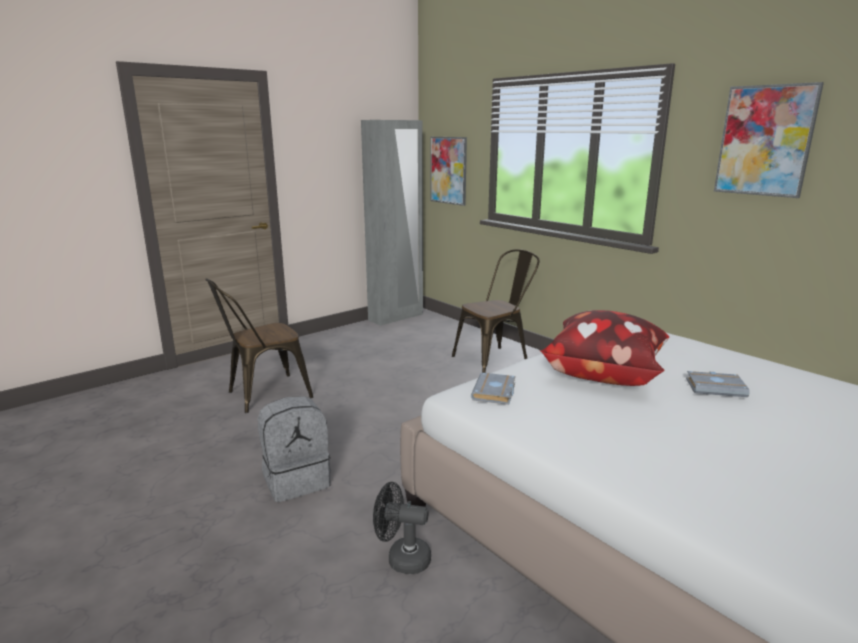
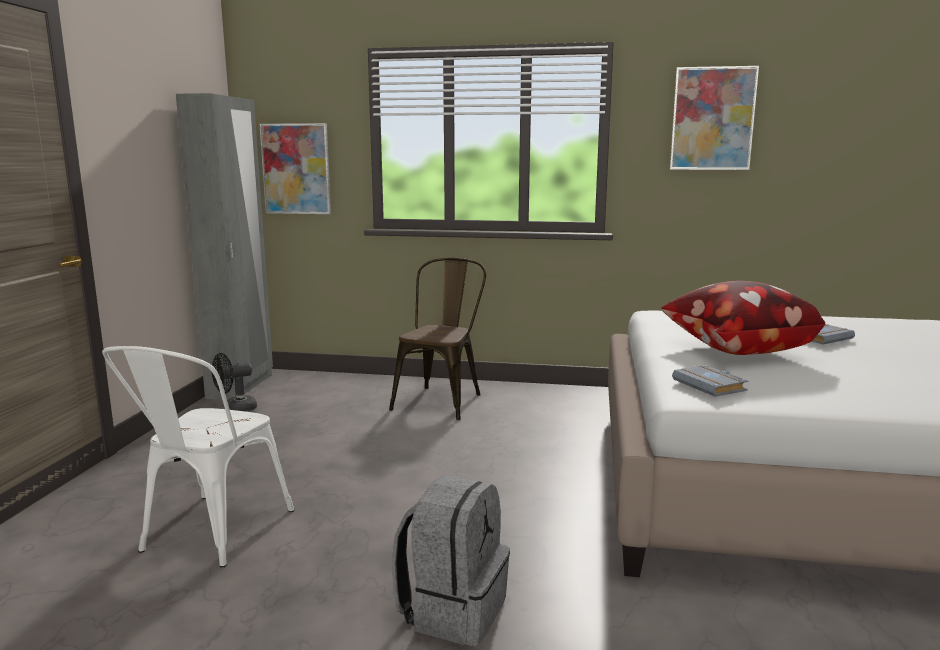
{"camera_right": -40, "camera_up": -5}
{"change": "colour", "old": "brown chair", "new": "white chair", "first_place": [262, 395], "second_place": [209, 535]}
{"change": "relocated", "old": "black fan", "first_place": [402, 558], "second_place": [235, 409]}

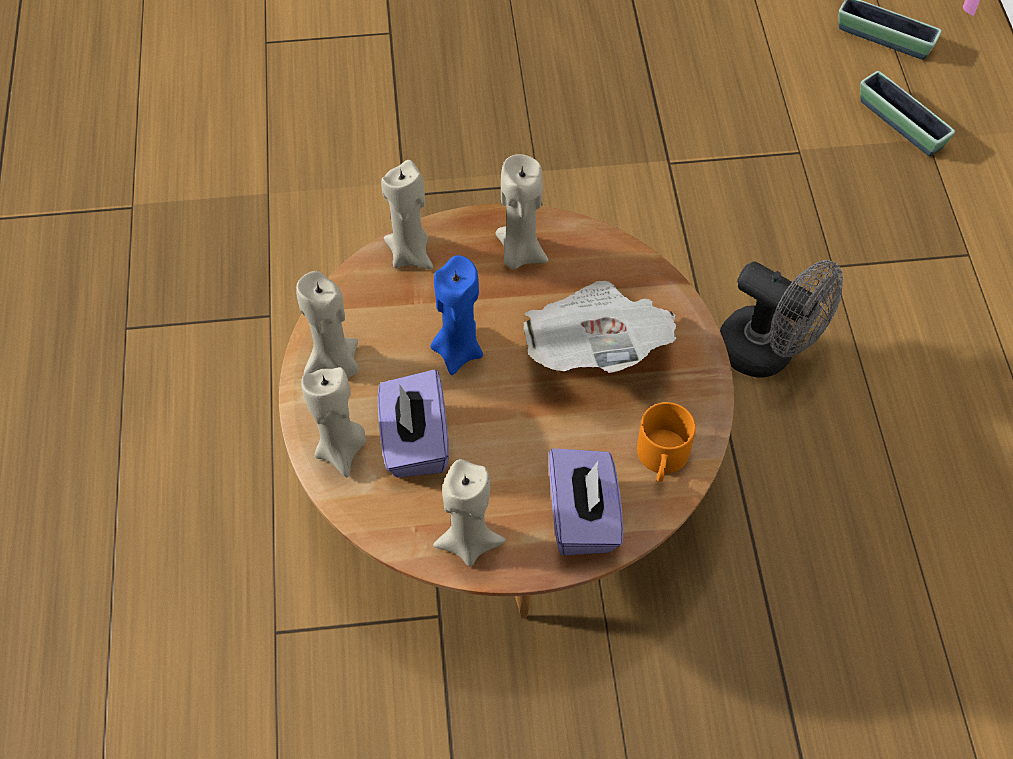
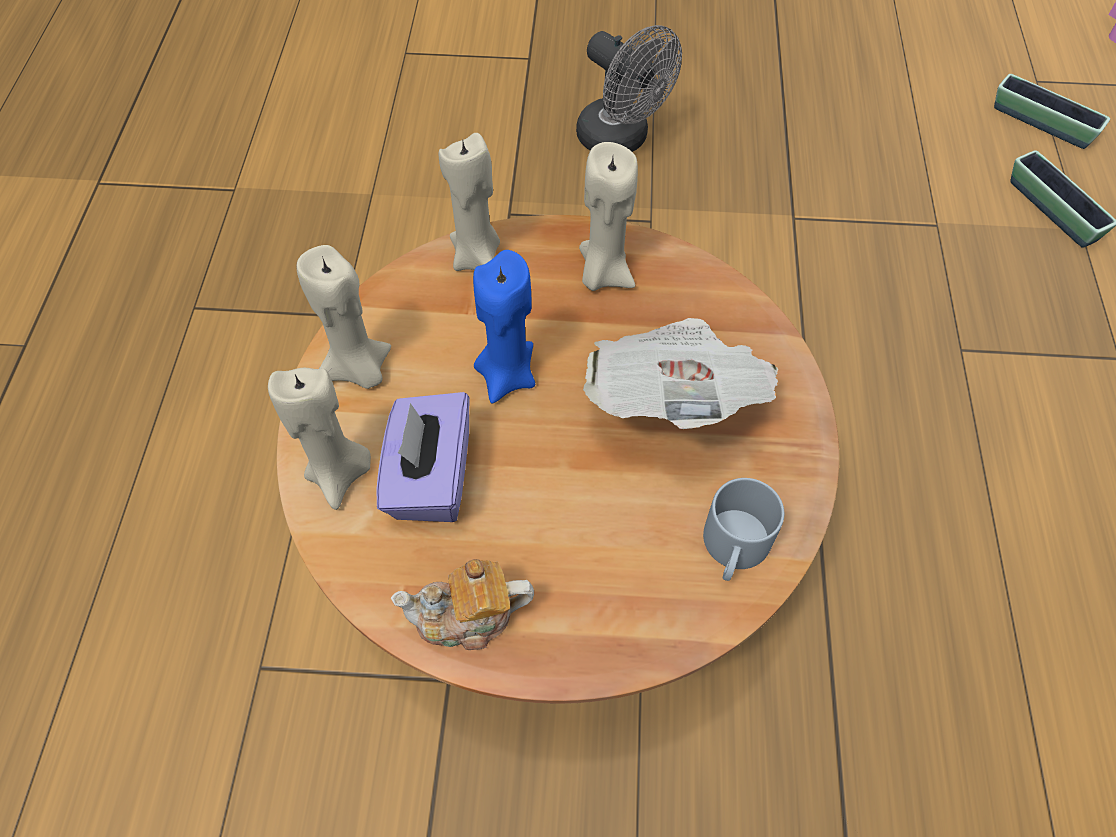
{"camera_right": 10, "camera_up": 0}
{"change": "exchanged", "old": "beige candle", "new": "teapot", "first_place": [469, 541], "second_place": [467, 617]}
{"change": "missing", "old": "purple tissue box", "first_place": [583, 517]}
{"change": "colour", "old": "orange mug", "new": "grey mug", "first_place": [663, 459], "second_place": [735, 549]}
{"change": "relocated", "old": "grey fan", "first_place": [768, 353], "second_place": [621, 140]}

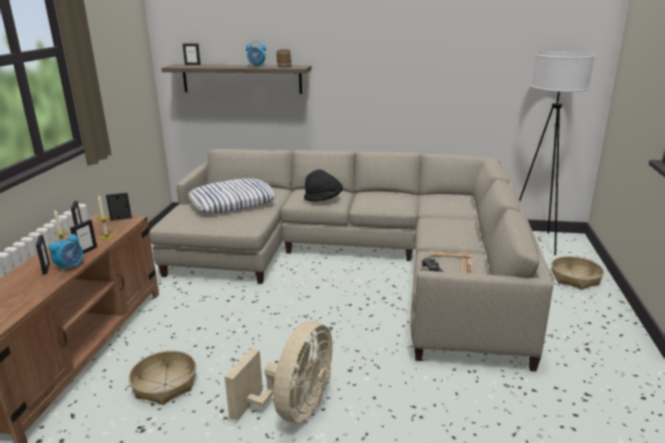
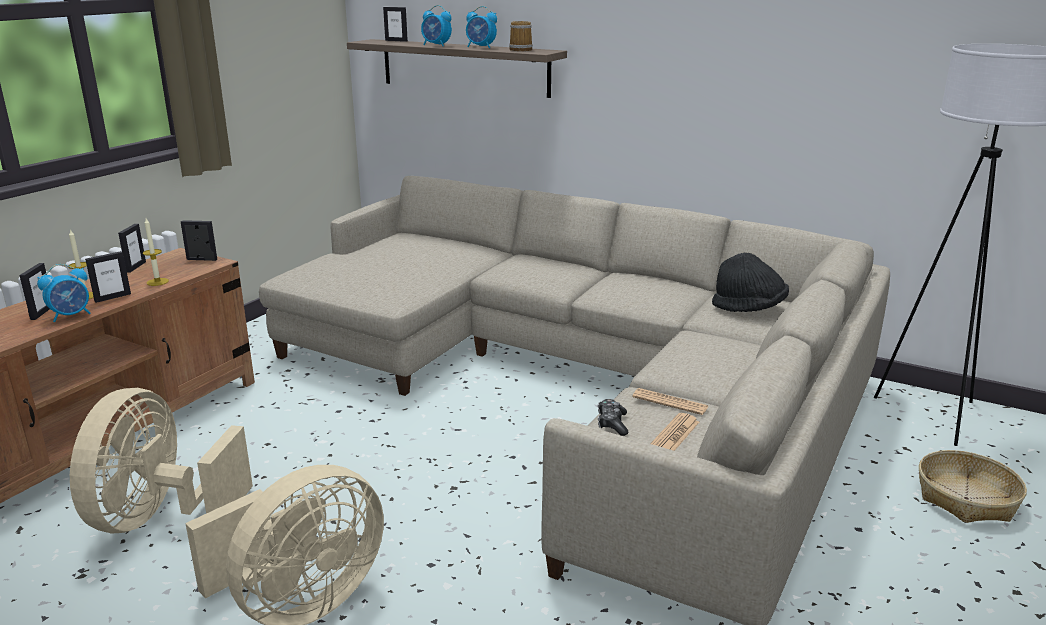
{"camera_right": 20, "camera_up": 0}
{"change": "exchanged", "old": "basket", "new": "beige fan", "first_place": [165, 384], "second_place": [160, 517]}
{"change": "missing", "old": "pillow", "first_place": [232, 202]}
{"change": "relocated", "old": "black hat", "first_place": [323, 199], "second_place": [749, 308]}
{"change": "appeared", "new": "alarm clock", "second_place": [436, 45]}

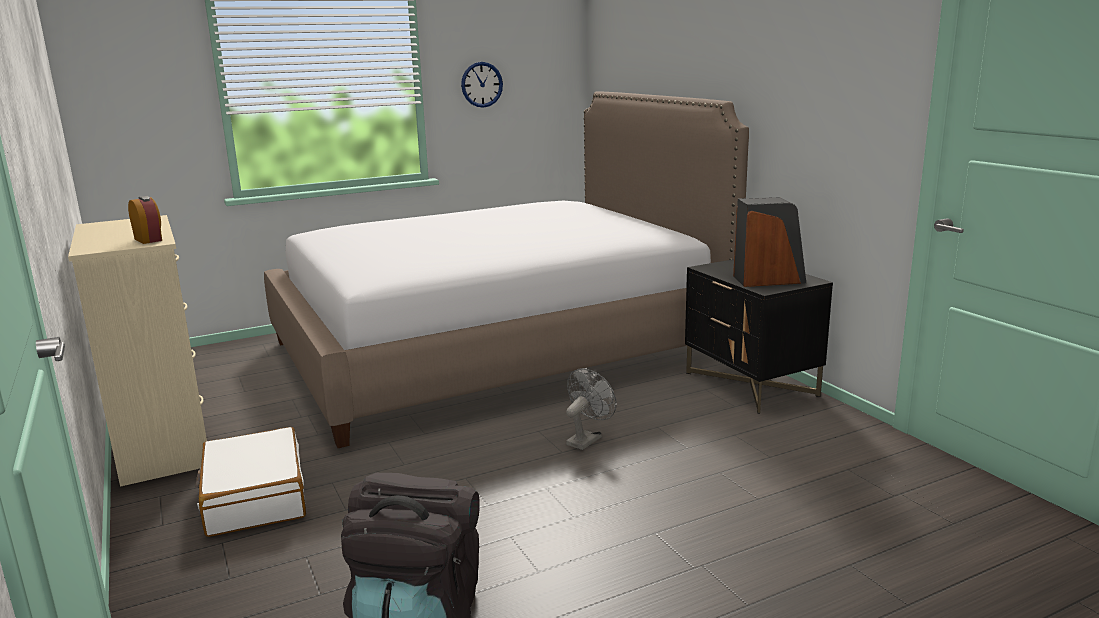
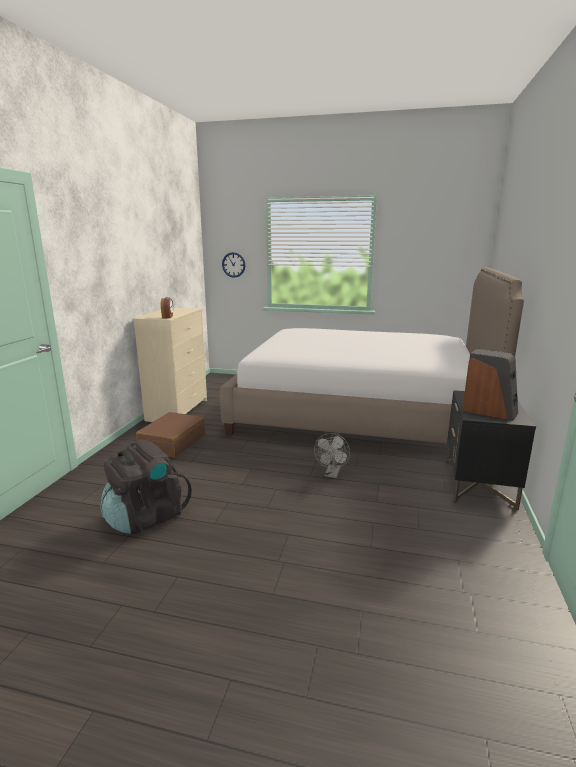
{"camera_right": 40, "camera_up": 0}
{"change": "colour", "old": "white suitcase", "new": "brown suitcase", "first_place": [254, 497], "second_place": [172, 442]}
{"change": "relocated", "old": "wall clock", "first_place": [482, 84], "second_place": [233, 264]}
{"change": "spun", "old": "grey fan", "first_place": [587, 439], "second_place": [332, 474], "degrees": 120}

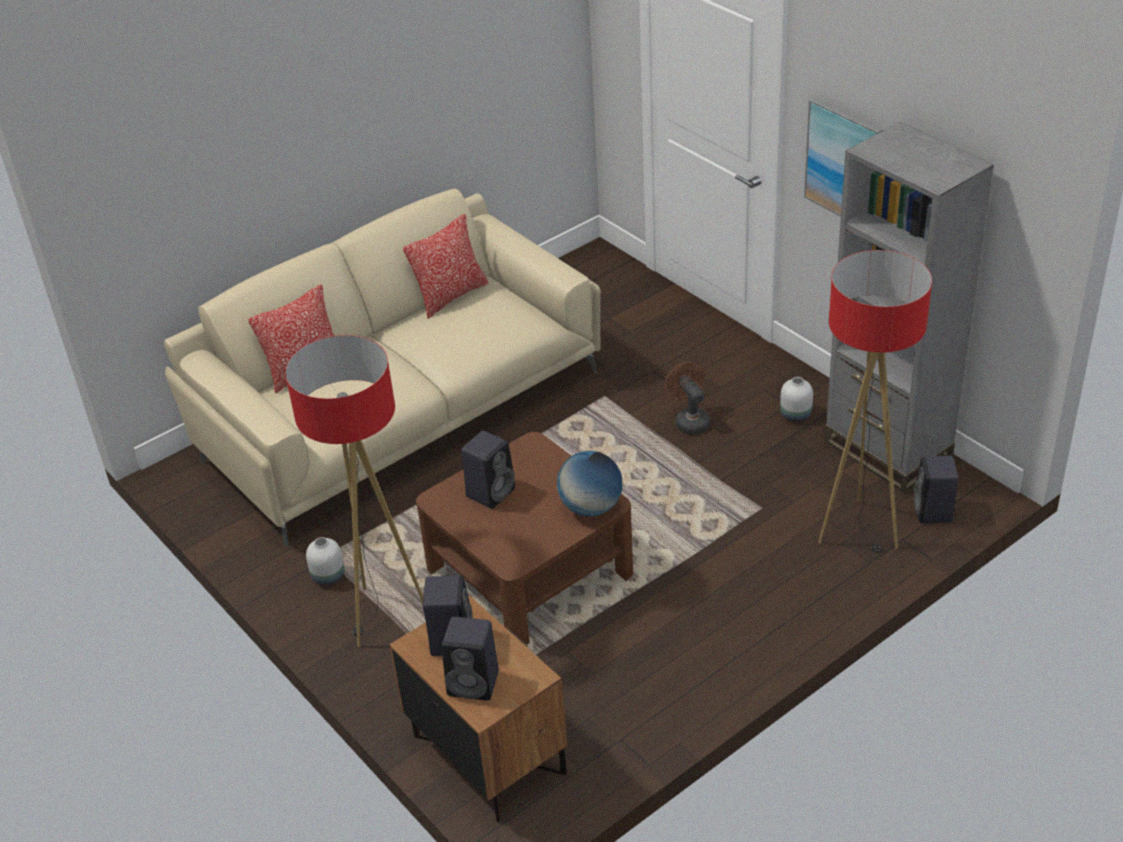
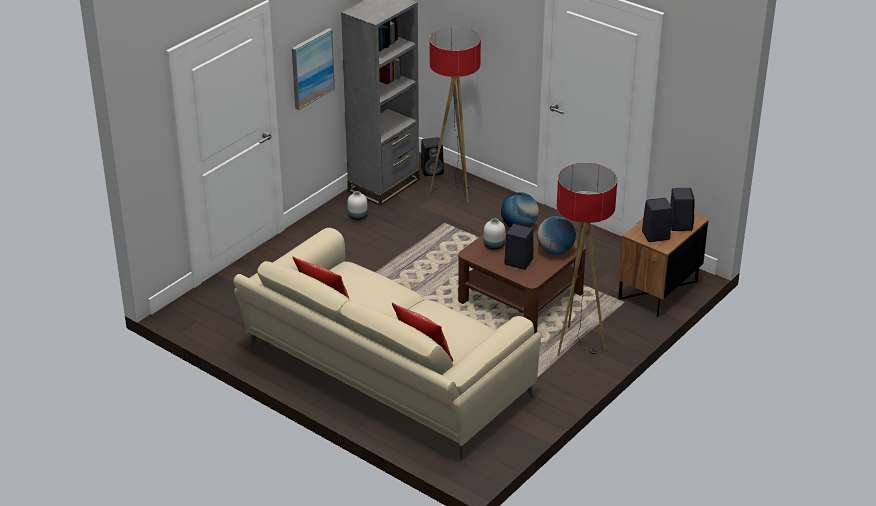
{"camera_right": -105, "camera_up": -5}
{"change": "relocated", "old": "white vase", "first_place": [327, 576], "second_place": [494, 246]}
{"change": "missing", "old": "brown fan", "first_place": [689, 420]}
{"change": "appeared", "new": "globe", "second_place": [555, 251]}

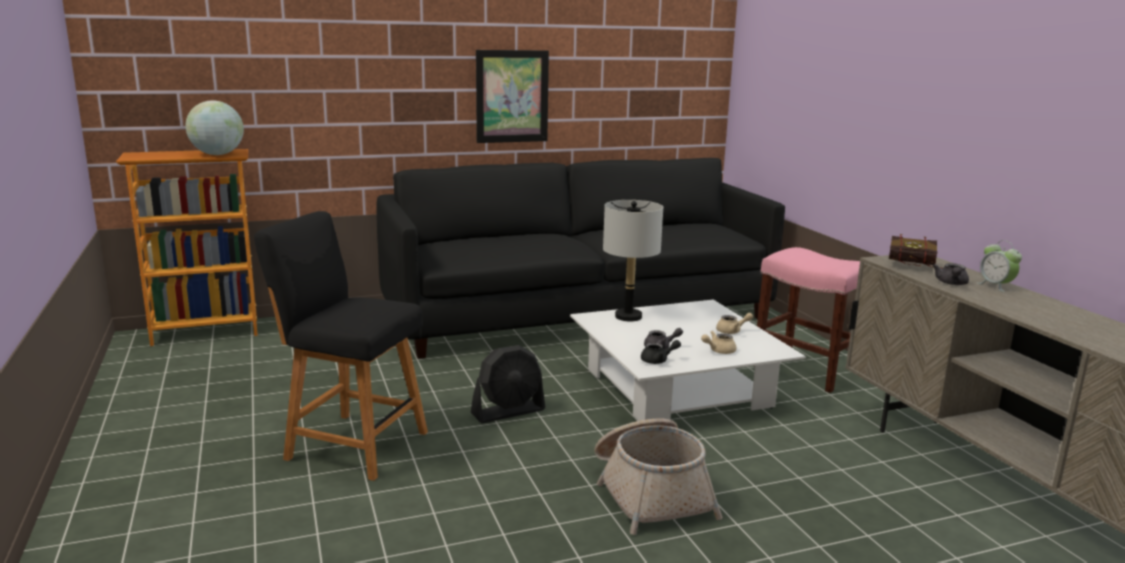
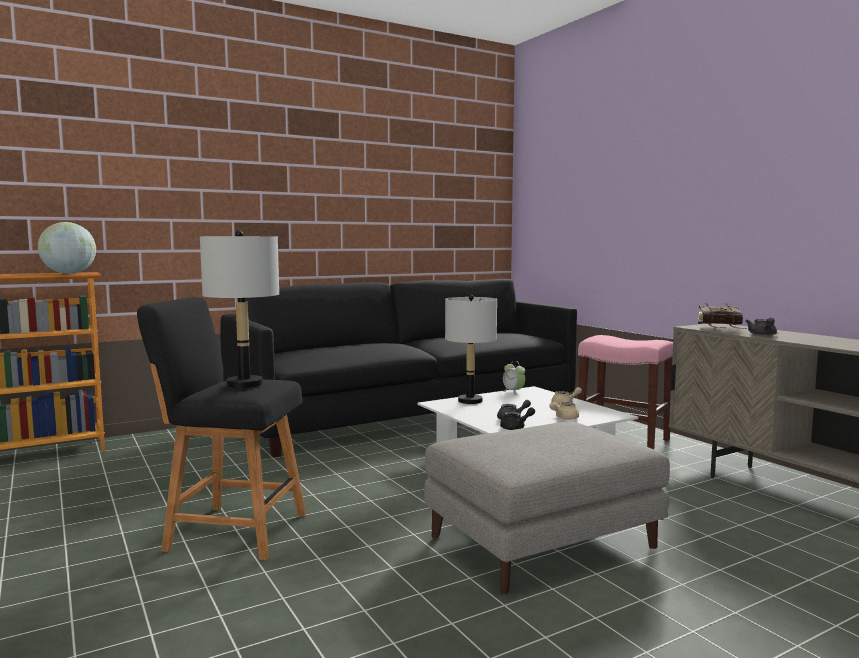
{"camera_right": -10, "camera_up": -10}
{"change": "missing", "old": "black fan", "first_place": [508, 412]}
{"change": "missing", "old": "picture", "first_place": [512, 96]}
{"change": "exchanged", "old": "basket", "new": "grey ottoman", "first_place": [650, 492], "second_place": [543, 542]}
{"change": "relocated", "old": "alarm clock", "first_place": [995, 286], "second_place": [513, 392]}
{"change": "appeared", "new": "grey table lamp", "second_place": [245, 384]}

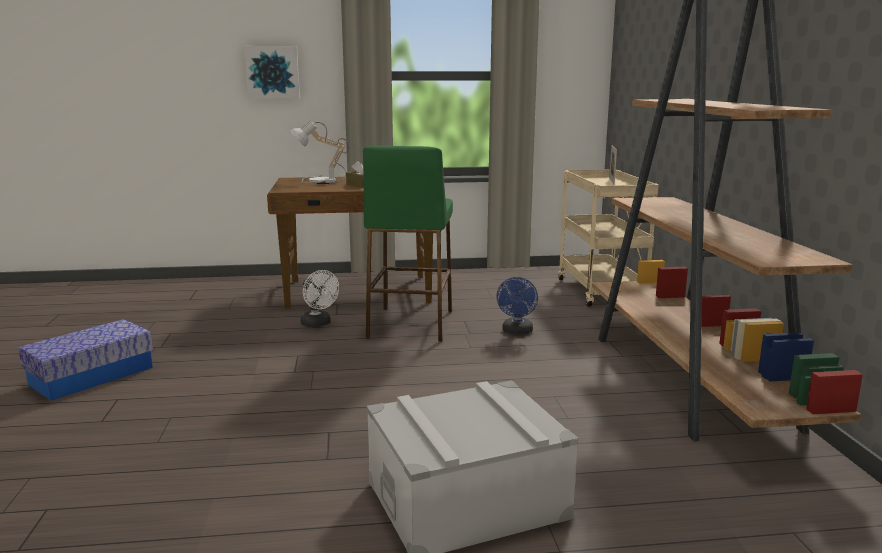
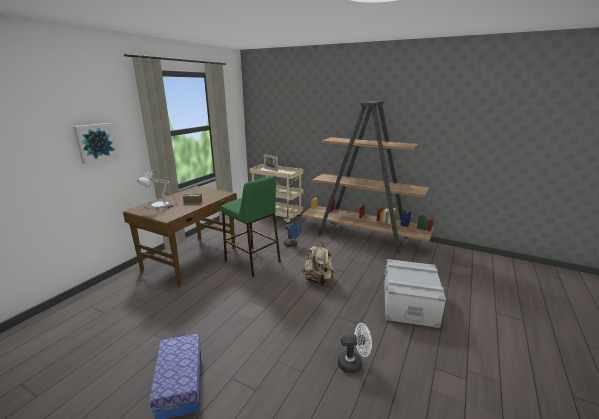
{"camera_right": -55, "camera_up": 5}
{"change": "relocated", "old": "white fan", "first_place": [318, 324], "second_place": [353, 363]}
{"change": "appeared", "new": "beige backpack", "second_place": [318, 280]}

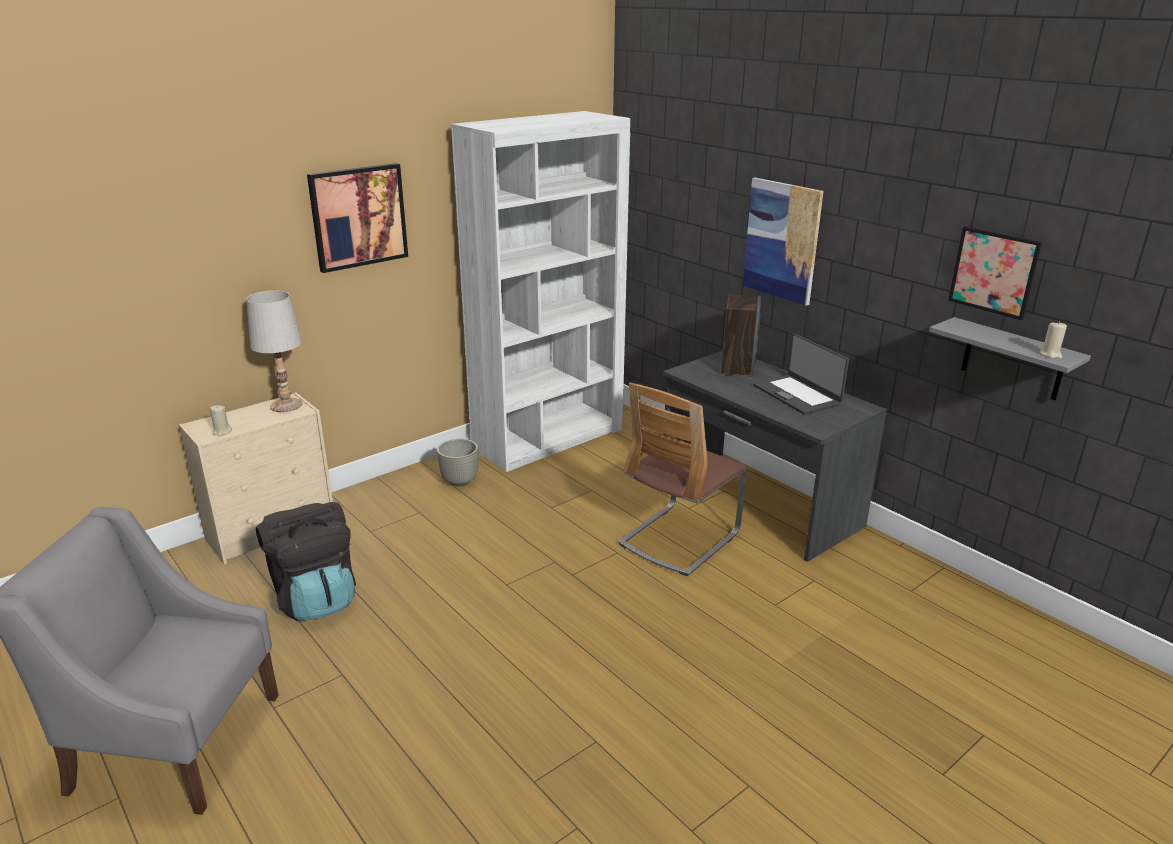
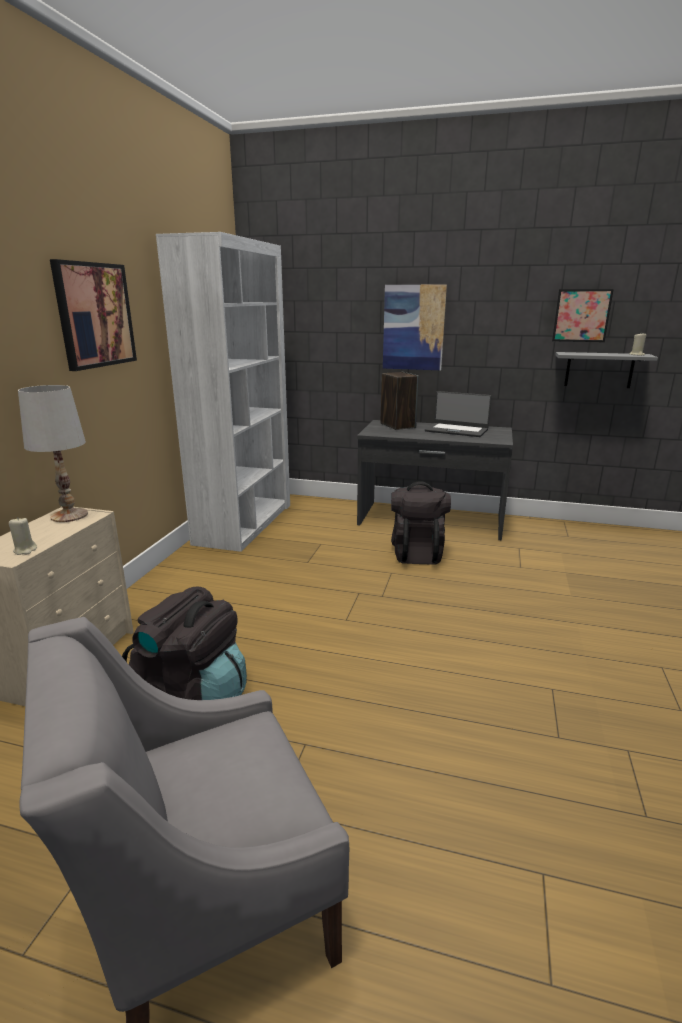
{"camera_right": -35, "camera_up": -5}
{"change": "missing", "old": "grey planter", "first_place": [460, 481]}
{"change": "exchanged", "old": "chair", "new": "black backpack", "first_place": [679, 539], "second_place": [417, 552]}

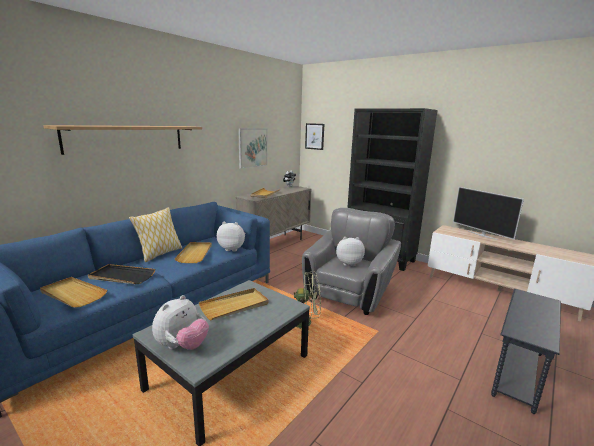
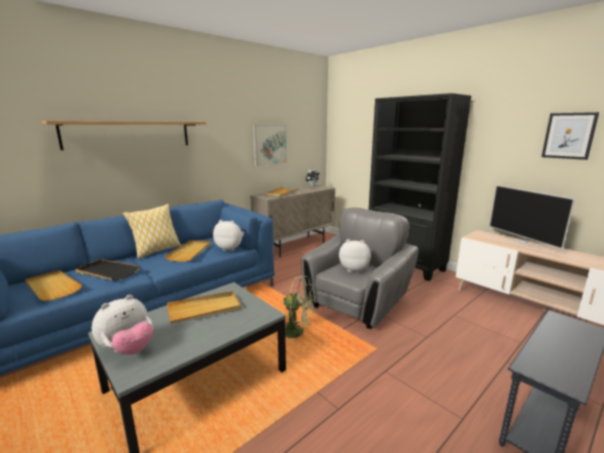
{"camera_right": 10, "camera_up": 0}
{"change": "relocated", "old": "picture", "first_place": [314, 136], "second_place": [569, 136]}

